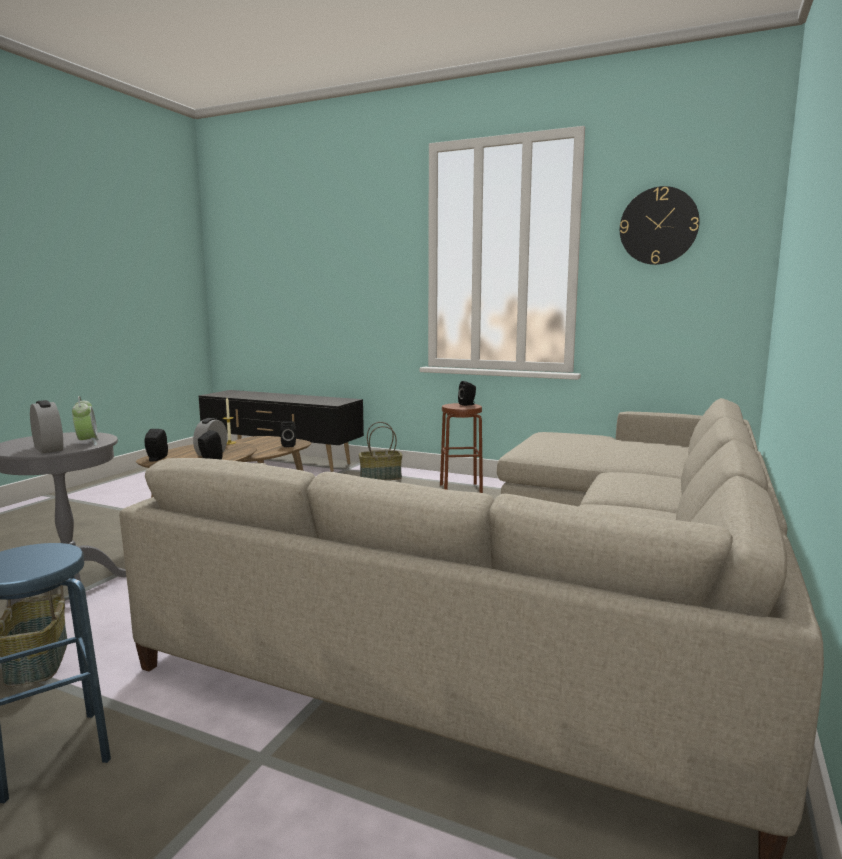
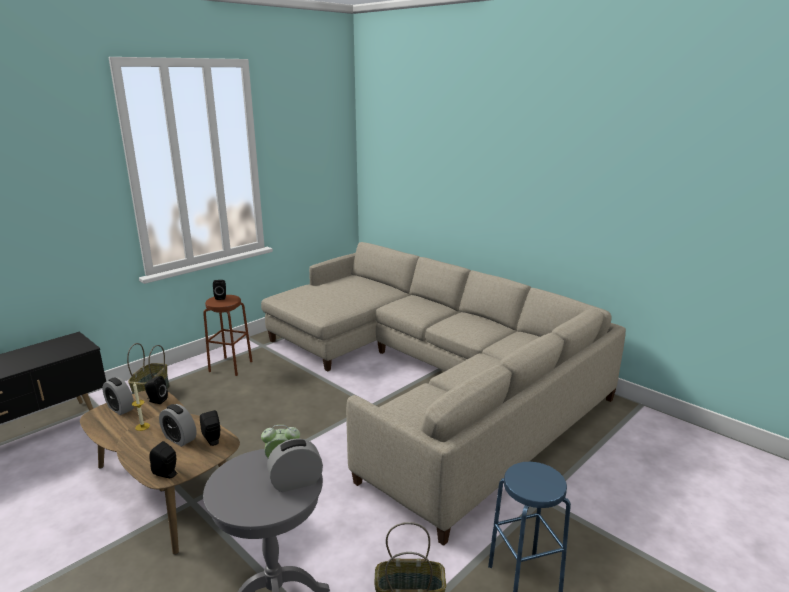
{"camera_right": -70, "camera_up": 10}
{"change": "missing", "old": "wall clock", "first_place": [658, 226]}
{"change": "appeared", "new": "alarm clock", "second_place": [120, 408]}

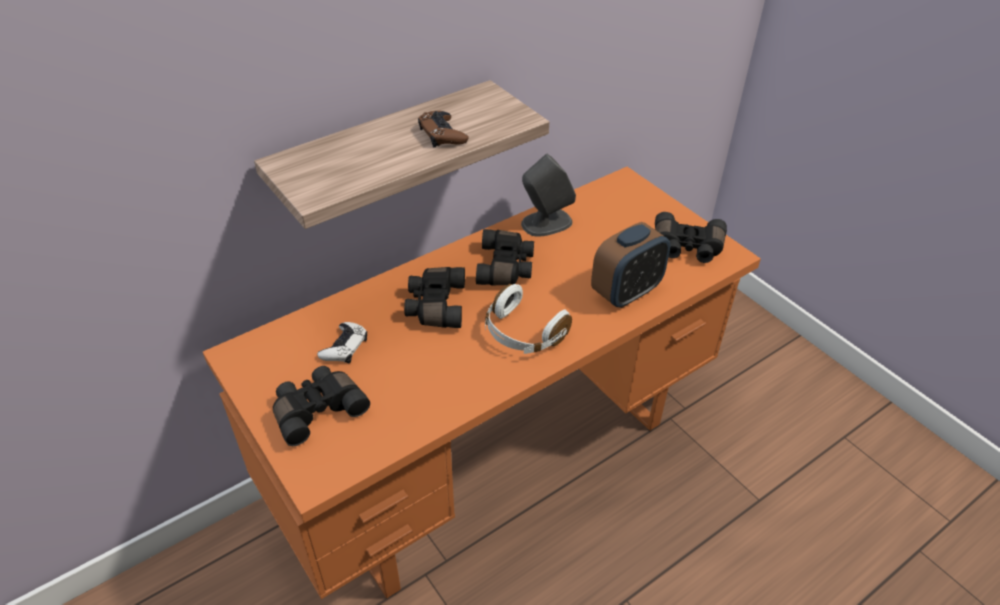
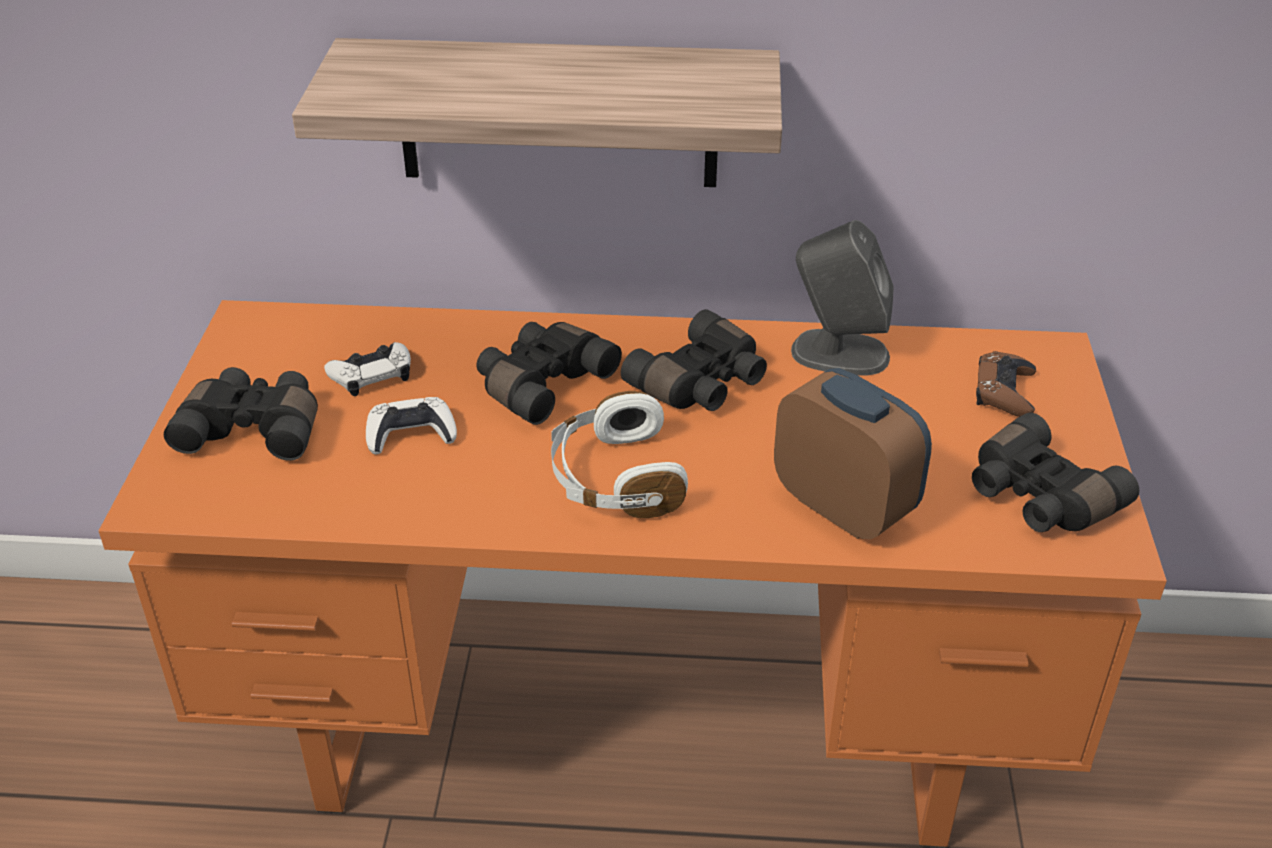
{"camera_right": 40, "camera_up": -5}
{"change": "relocated", "old": "brown game controller", "first_place": [442, 134], "second_place": [1004, 392]}
{"change": "spun", "old": "alarm clock", "first_place": [626, 292], "second_place": [844, 507], "degrees": -135}
{"change": "appeared", "new": "white game controller", "second_place": [411, 434]}

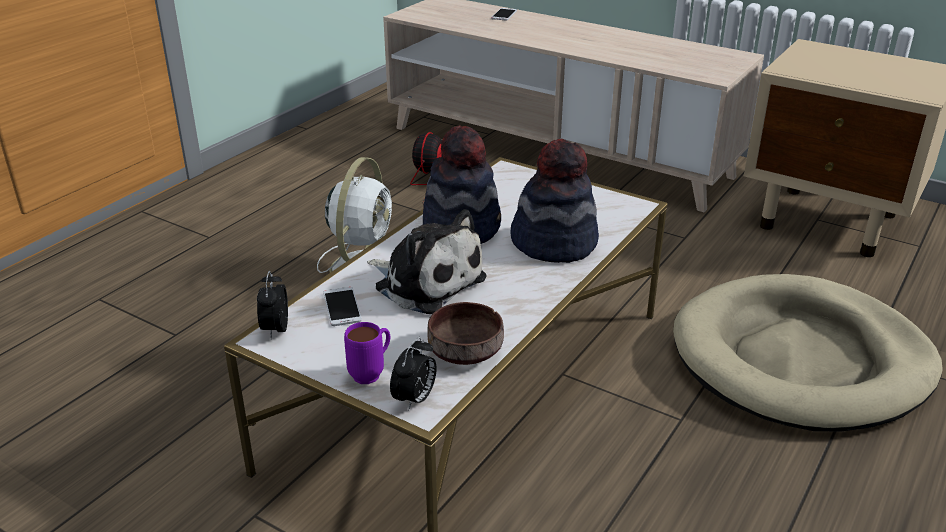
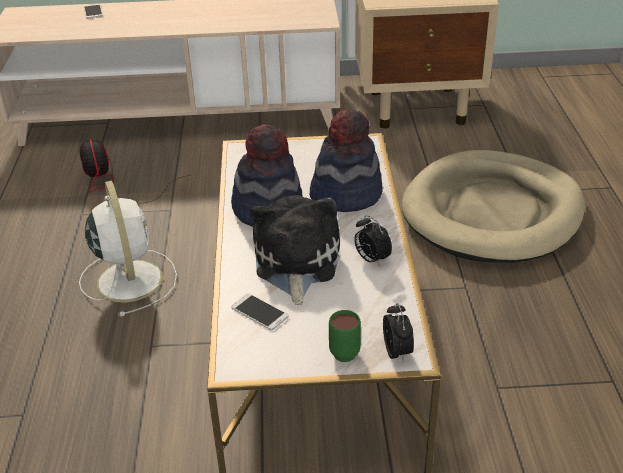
{"camera_right": -35, "camera_up": 5}
{"change": "relocated", "old": "alarm clock", "first_place": [275, 329], "second_place": [371, 259]}
{"change": "colour", "old": "purple mug", "new": "green mug", "first_place": [372, 373], "second_place": [345, 350]}
{"change": "spun", "old": "plush toy", "first_place": [426, 282], "second_place": [295, 263], "degrees": -90}
{"change": "missing", "old": "brown bowl", "first_place": [463, 351]}

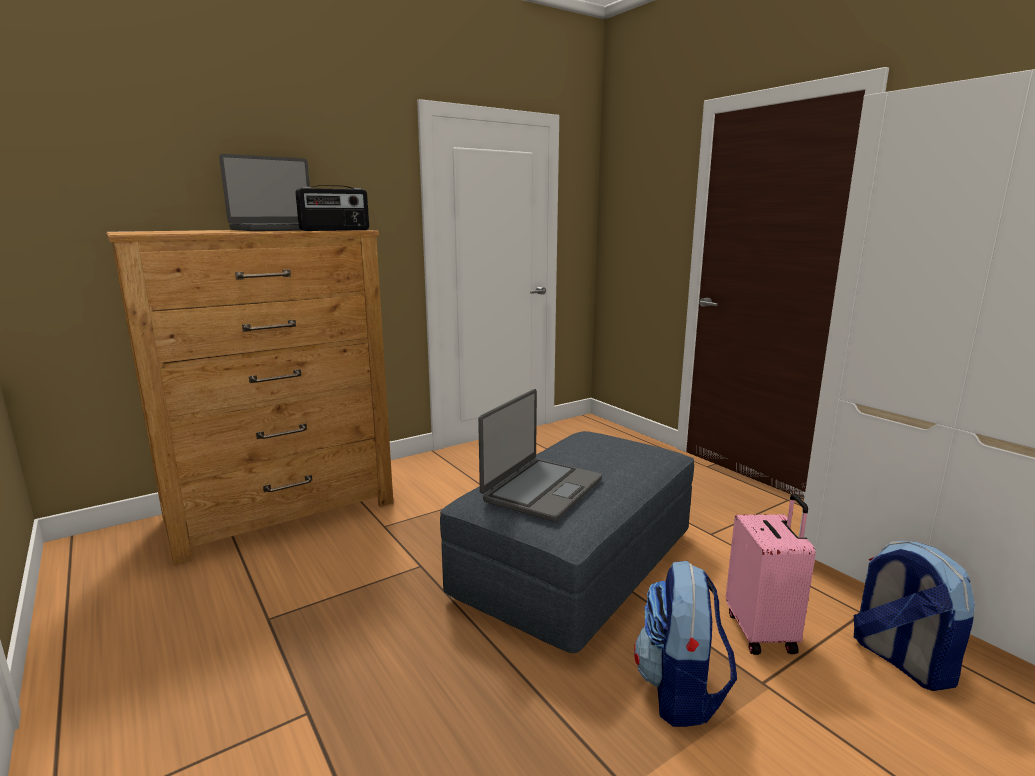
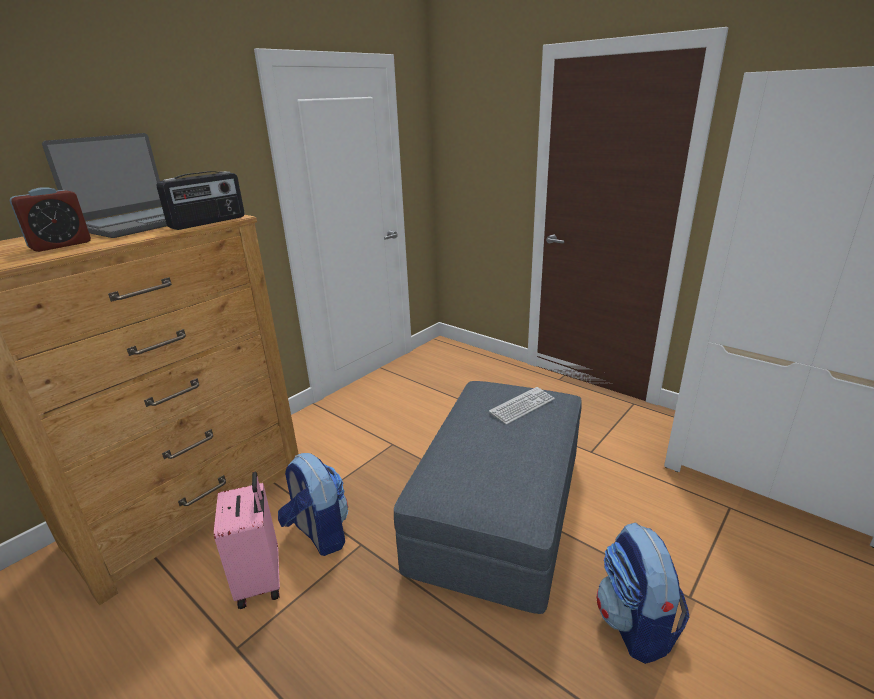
{"camera_right": -15, "camera_up": 10}
{"change": "missing", "old": "laptop", "first_place": [541, 490]}
{"change": "relocated", "old": "pink suitcase", "first_place": [762, 632], "second_place": [261, 580]}
{"change": "relocated", "old": "backpack", "first_place": [900, 660], "second_place": [318, 534]}
{"change": "appeared", "new": "alarm clock", "second_place": [60, 245]}
{"change": "appeared", "new": "keyboard", "second_place": [522, 406]}

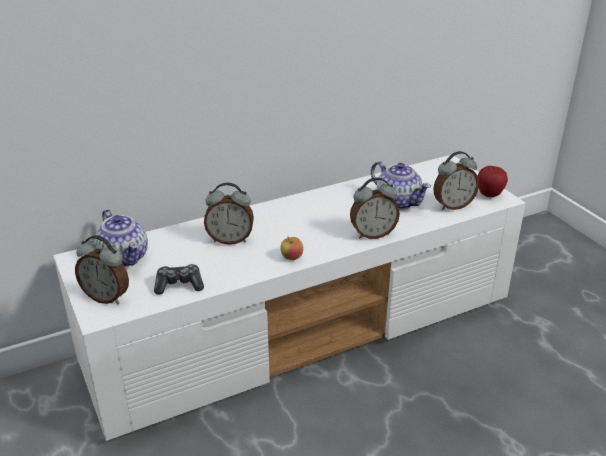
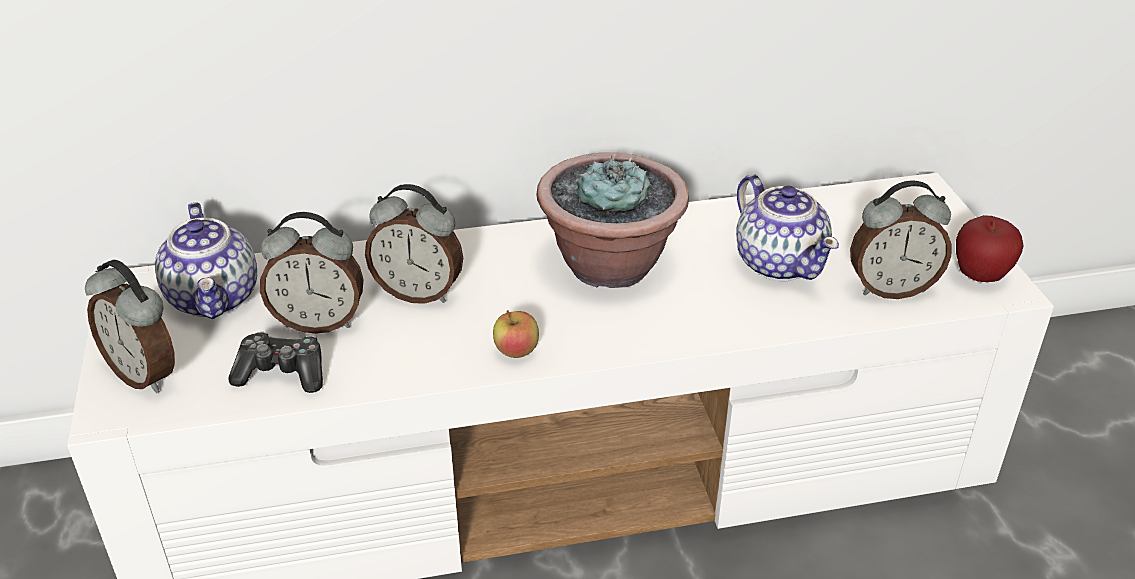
{"camera_right": 15, "camera_up": 5}
{"change": "relocated", "old": "alarm clock", "first_place": [372, 234], "second_place": [319, 322]}
{"change": "appeared", "new": "potted plant", "second_place": [610, 265]}

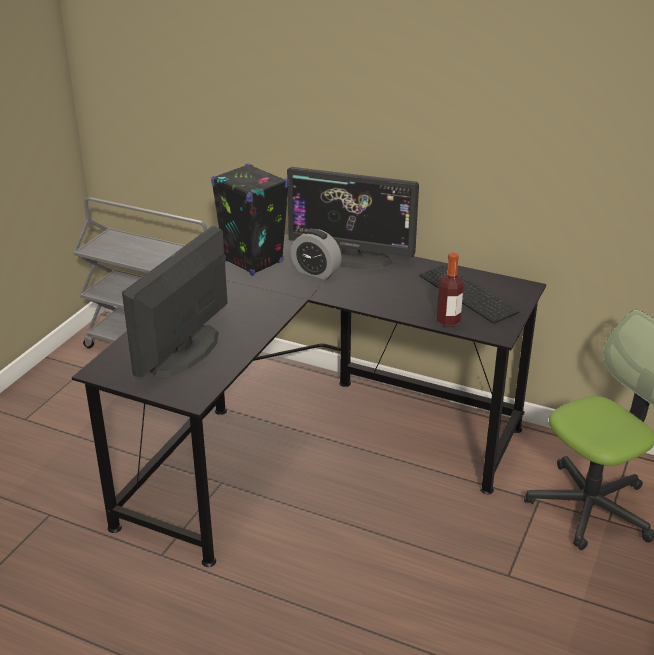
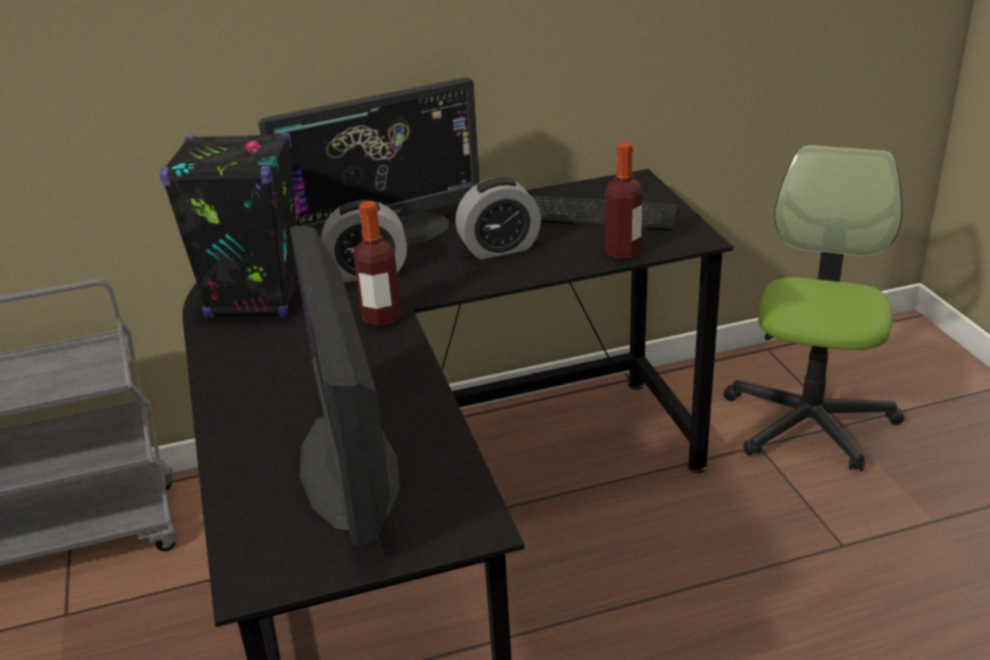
{"camera_right": -40, "camera_up": 0}
{"change": "appeared", "new": "bottle", "second_place": [381, 317]}
{"change": "appeared", "new": "alarm clock", "second_place": [499, 248]}

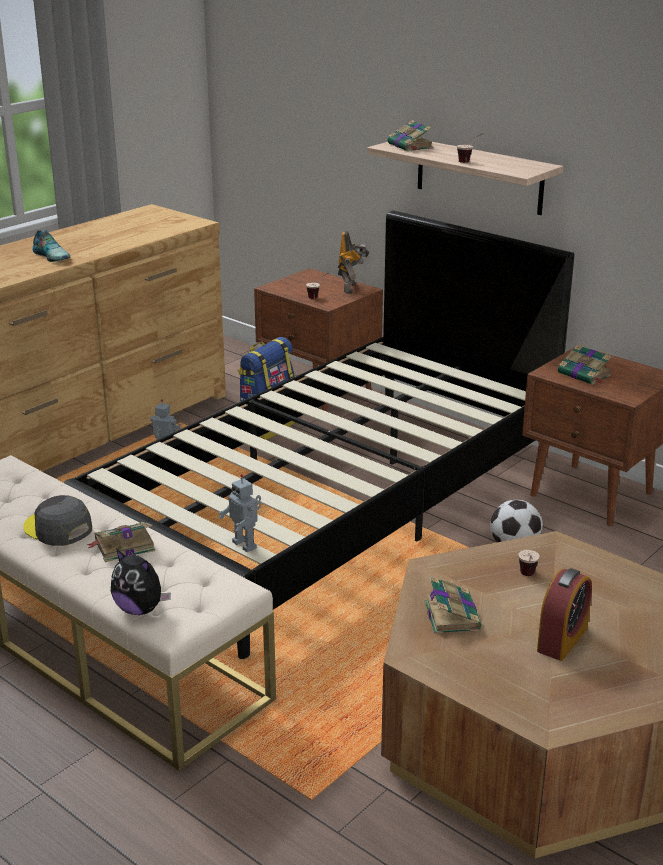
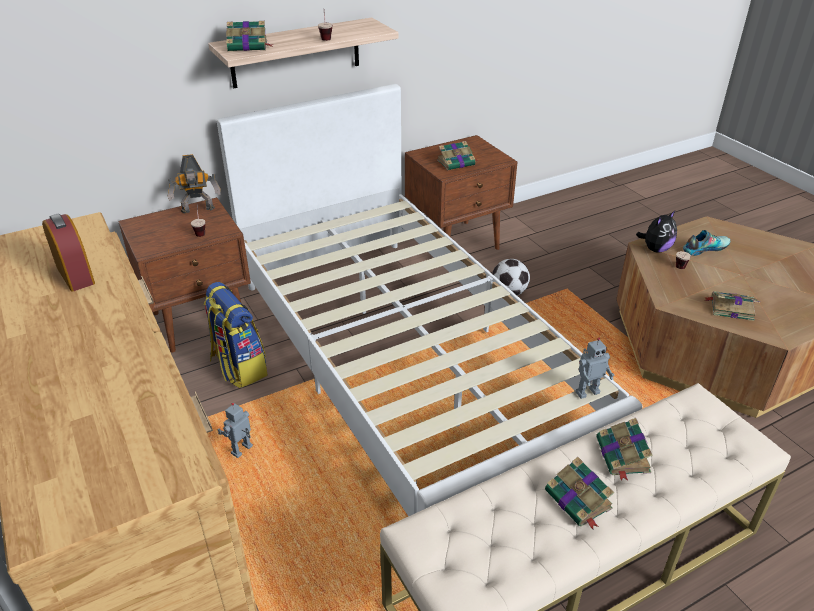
{"camera_right": -70, "camera_up": 10}
{"change": "exchanged", "old": "grey cap", "new": "book", "first_place": [58, 528], "second_place": [579, 501]}
{"change": "relocated", "old": "shoe", "first_place": [52, 256], "second_place": [704, 248]}
{"change": "colour", "old": "black bed", "new": "white bed", "first_place": [332, 505], "second_place": [406, 362]}
{"change": "relocated", "old": "plush toy", "first_place": [140, 609], "second_place": [655, 249]}
{"change": "spun", "old": "toy robot", "first_place": [351, 288], "second_place": [198, 210], "degrees": 135}
{"change": "relocated", "old": "alarm clock", "first_place": [562, 639], "second_place": [75, 275]}

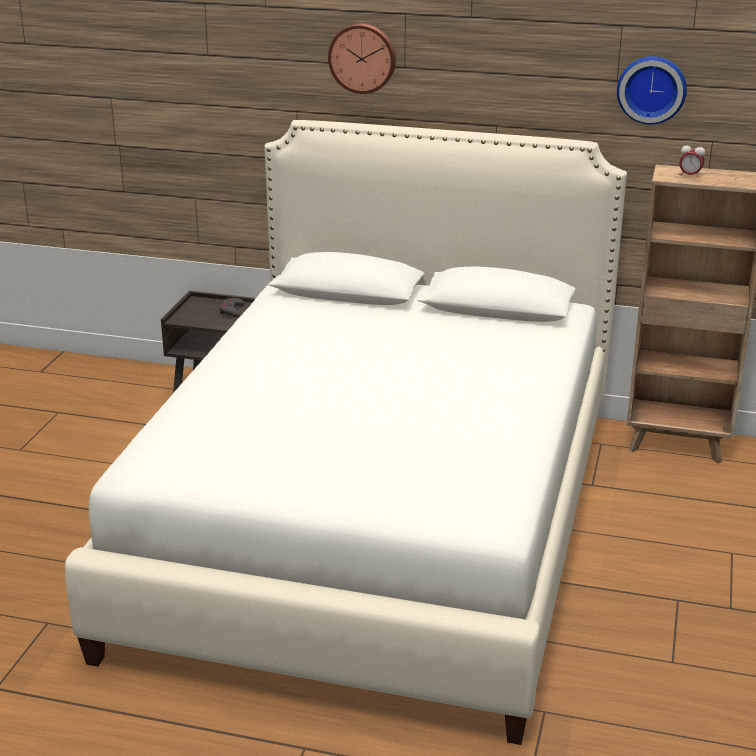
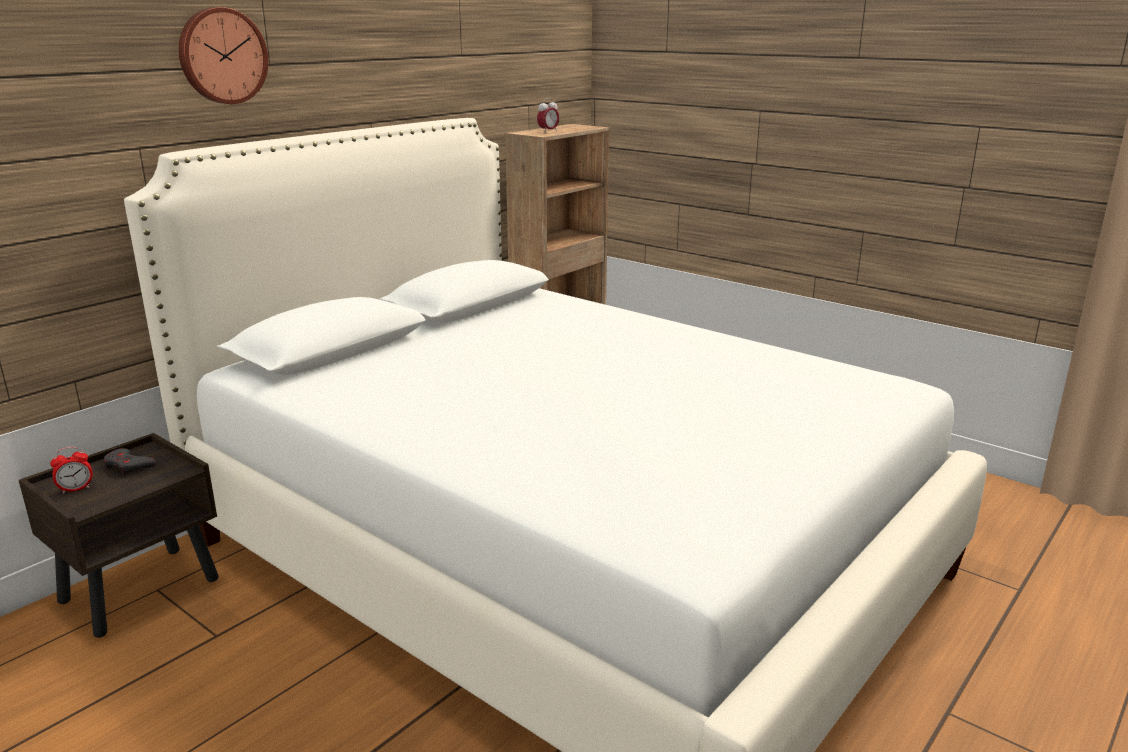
{"camera_right": -65, "camera_up": -5}
{"change": "missing", "old": "wall clock", "first_place": [651, 89]}
{"change": "appeared", "new": "alarm clock", "second_place": [76, 489]}

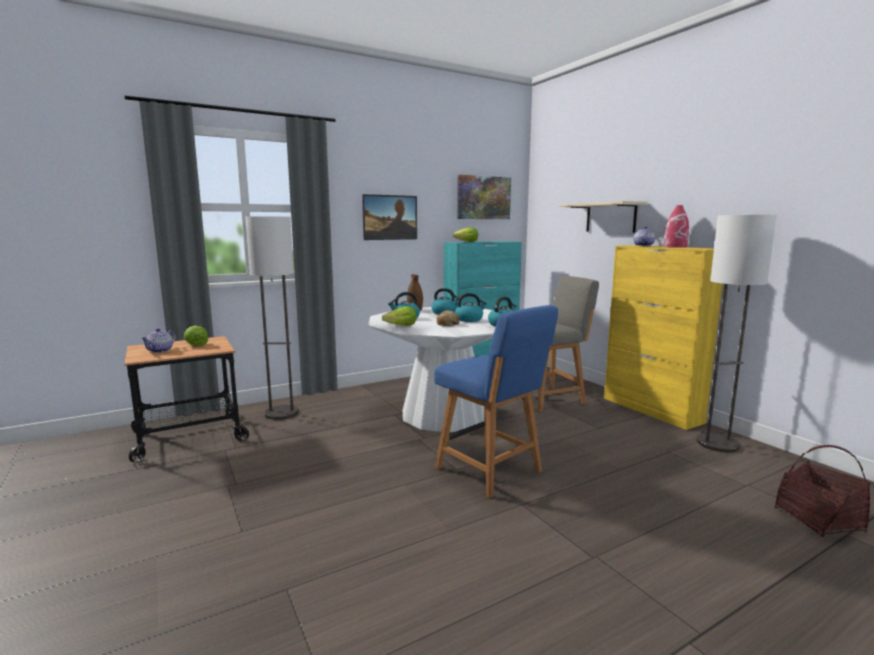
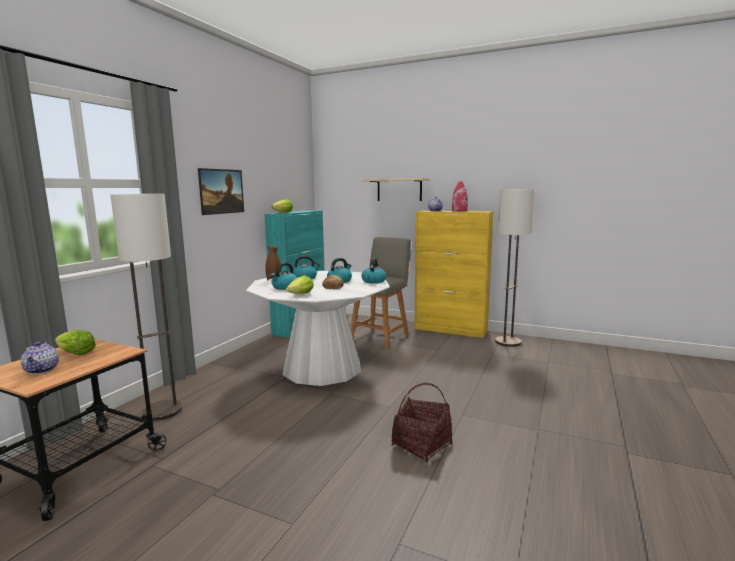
{"camera_right": -35, "camera_up": 0}
{"change": "missing", "old": "blue chair", "first_place": [491, 471]}
{"change": "missing", "old": "picture", "first_place": [483, 198]}
{"change": "relocated", "old": "basket", "first_place": [819, 520], "second_place": [422, 445]}

